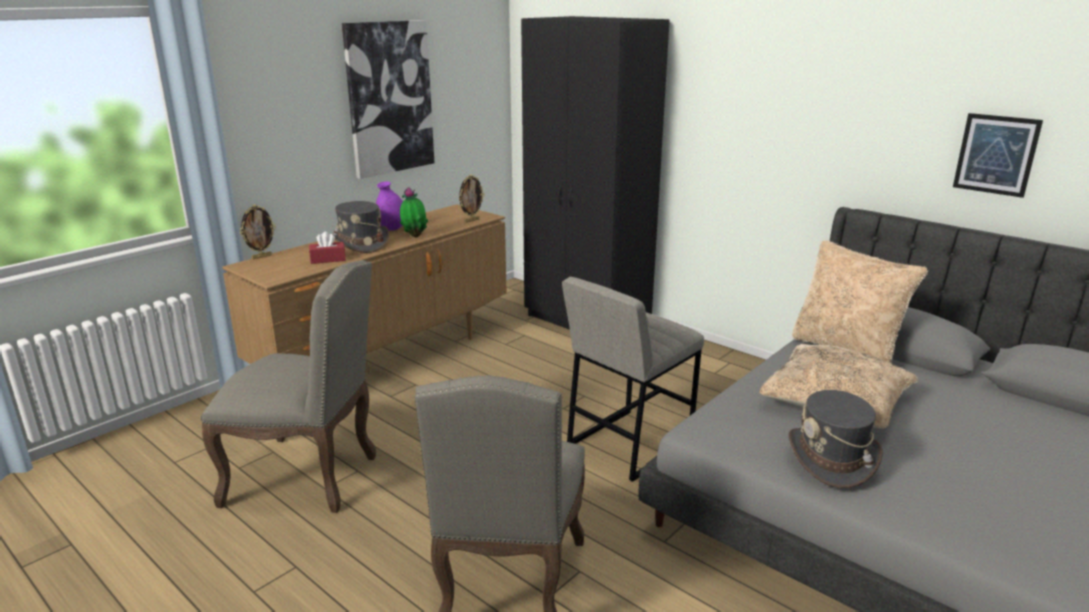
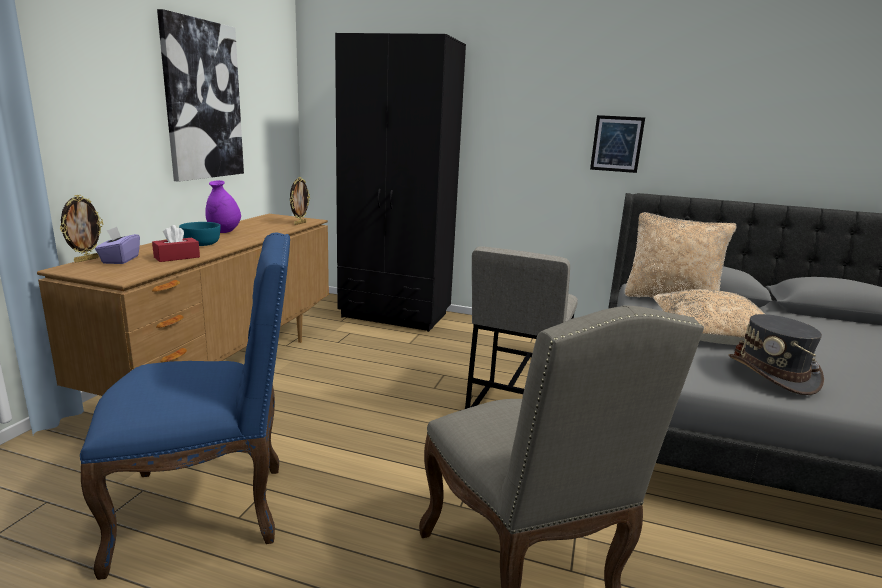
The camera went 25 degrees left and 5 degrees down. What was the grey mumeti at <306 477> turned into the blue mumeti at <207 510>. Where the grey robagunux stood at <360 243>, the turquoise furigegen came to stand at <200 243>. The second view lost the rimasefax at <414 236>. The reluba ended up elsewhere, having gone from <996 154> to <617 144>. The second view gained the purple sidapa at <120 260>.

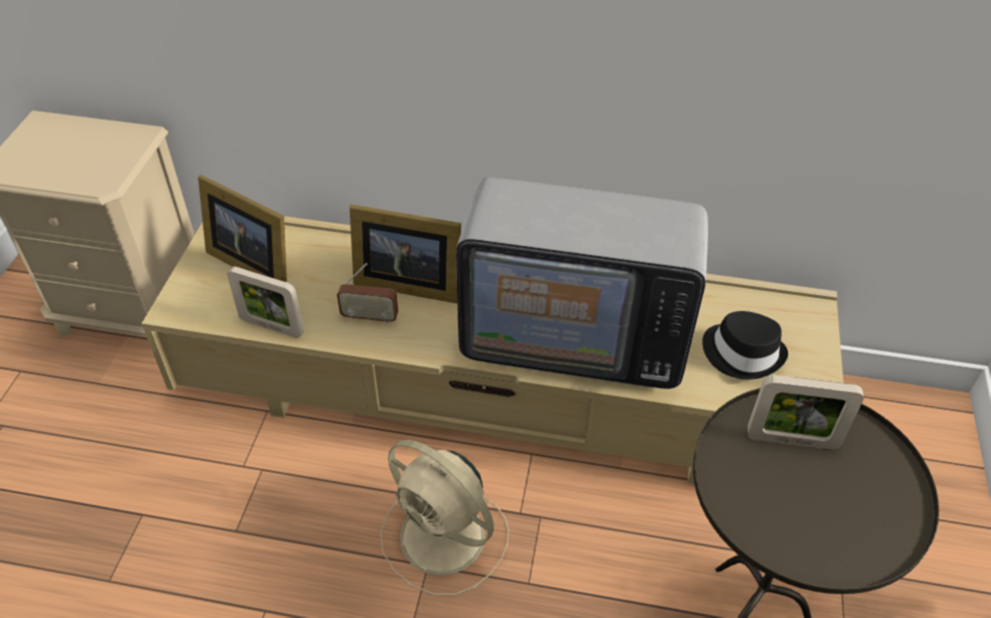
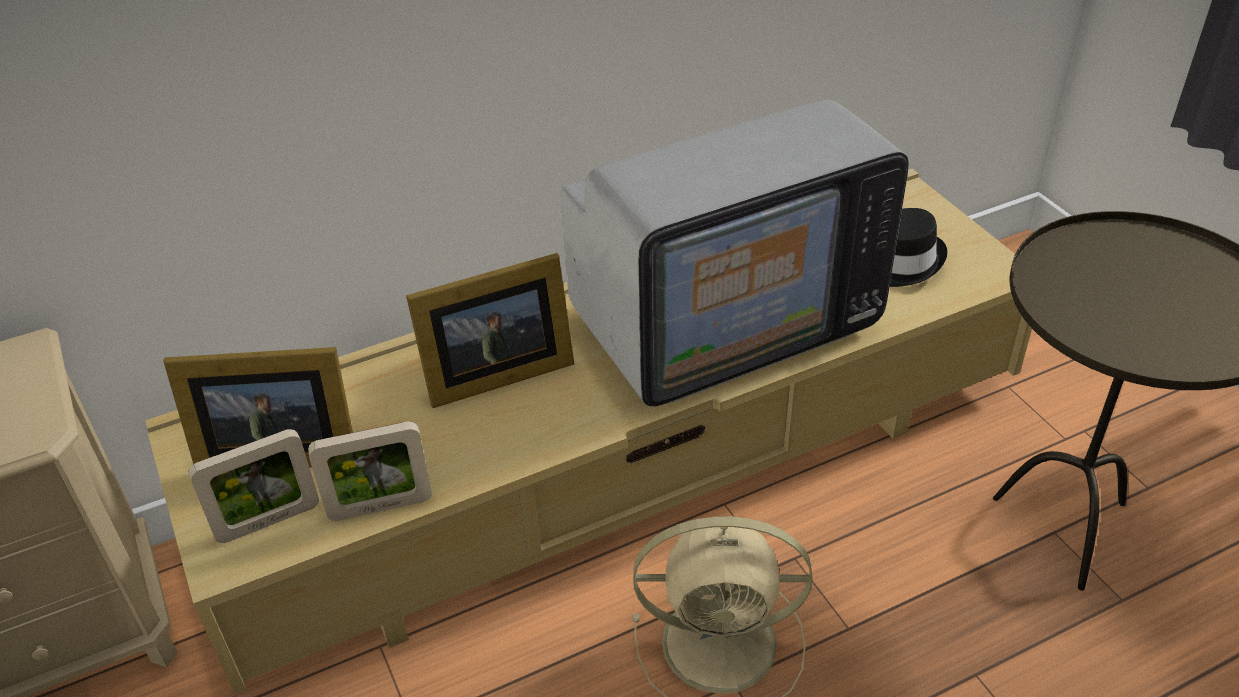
The camera went 35 degrees left and 5 degrees down. The second view lost the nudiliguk at <370 317>. The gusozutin ended up elsewhere, having gone from <792 440> to <268 521>.

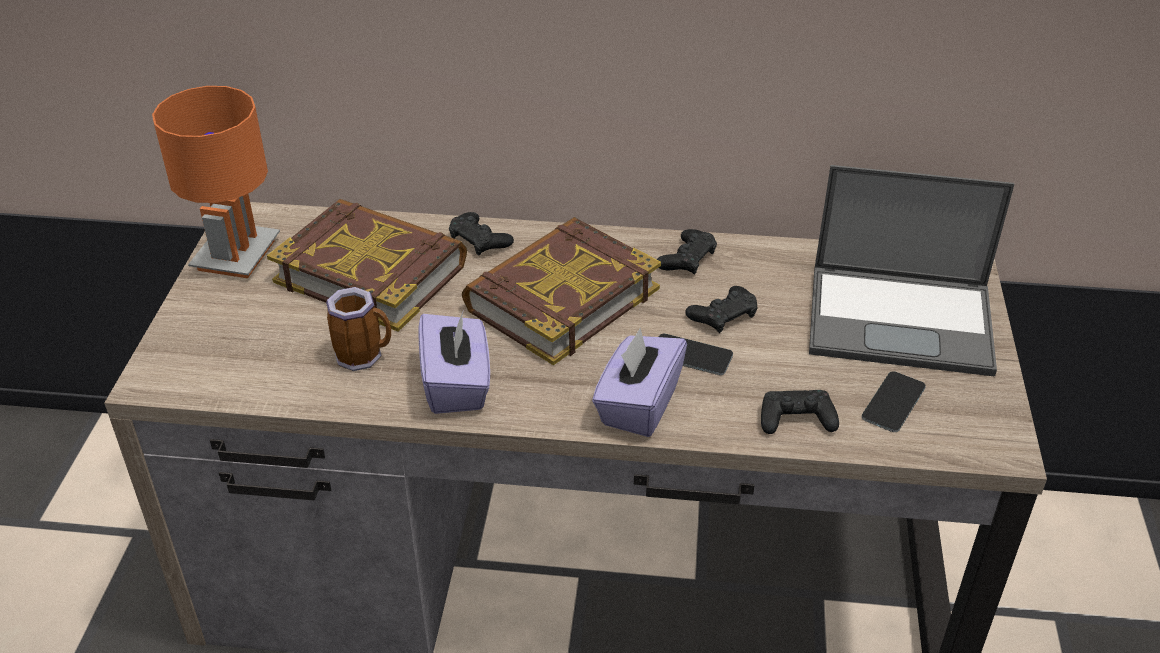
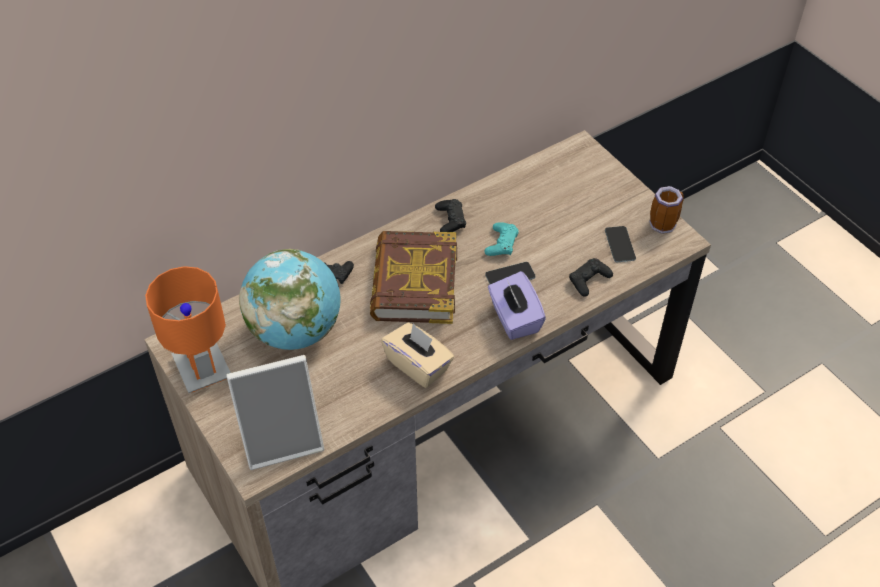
The camera went 40 degrees left and 10 degrees up. Where the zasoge stood at <371 273>, the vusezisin came to stand at <295 330>. The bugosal ended up elsewhere, having gone from <363 355> to <664 222>. What was the purple sidapa at <457 385> turned into the beige sidapa at <418 365>. What was the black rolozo at <723 315> turned into the turquoise rolozo at <501 243>. The second view lost the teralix at <902 319>. The second view gained the gusozutin at <282 438>.

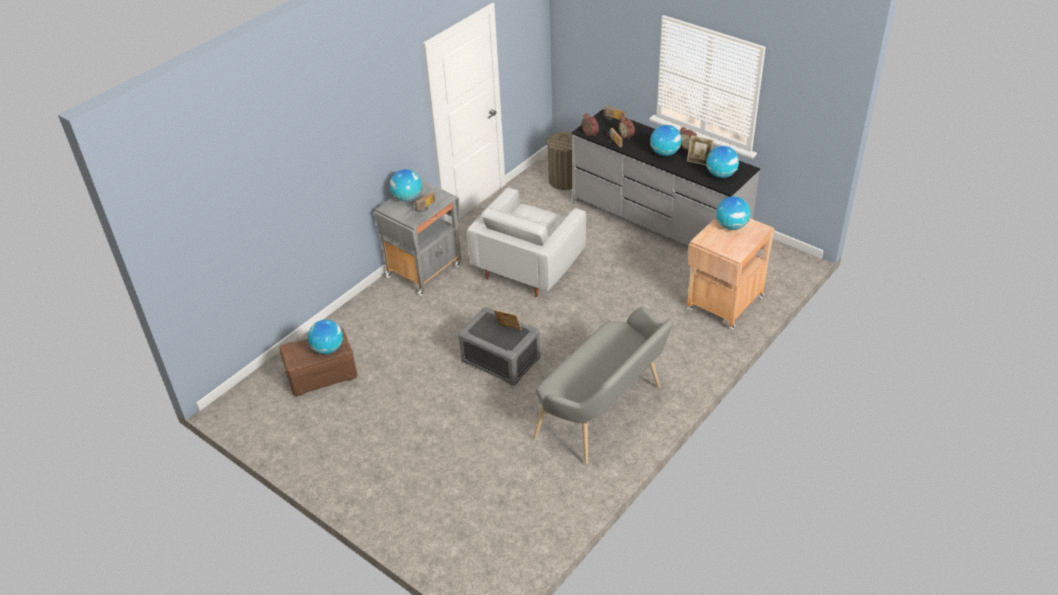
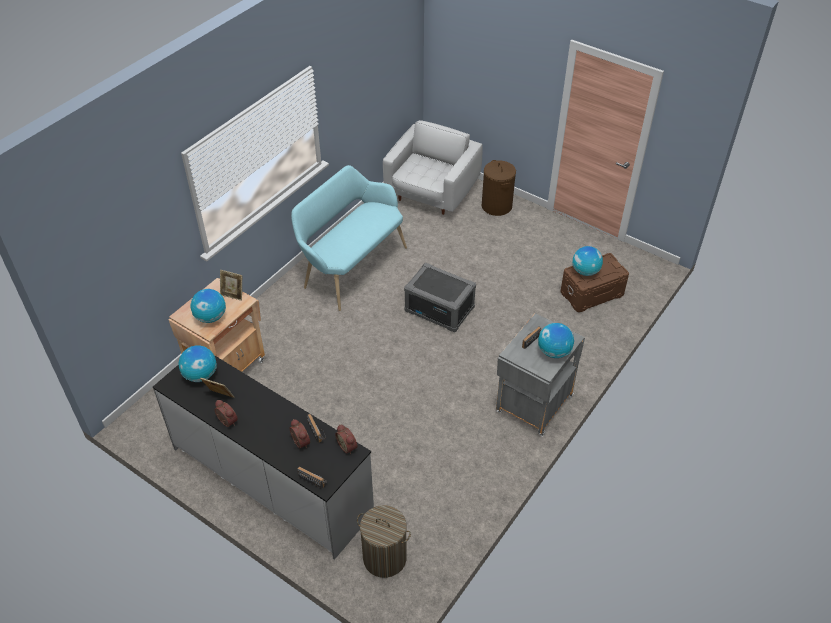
The camera went 175 degrees right and 5 degrees up. The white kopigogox ended up elsewhere, having gone from <529 265> to <432 193>. The gusozutin ended up elsewhere, having gone from <508 329> to <233 294>. What was the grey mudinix at <604 414> turned into the turquoise mudinix at <351 266>. The second view lost the vusezisin at <665 153>. The second view gained the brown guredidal at <497 206>.

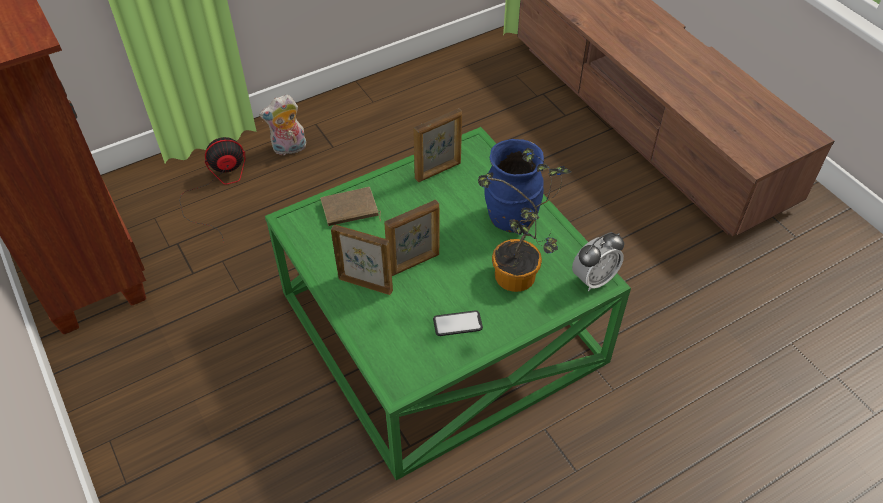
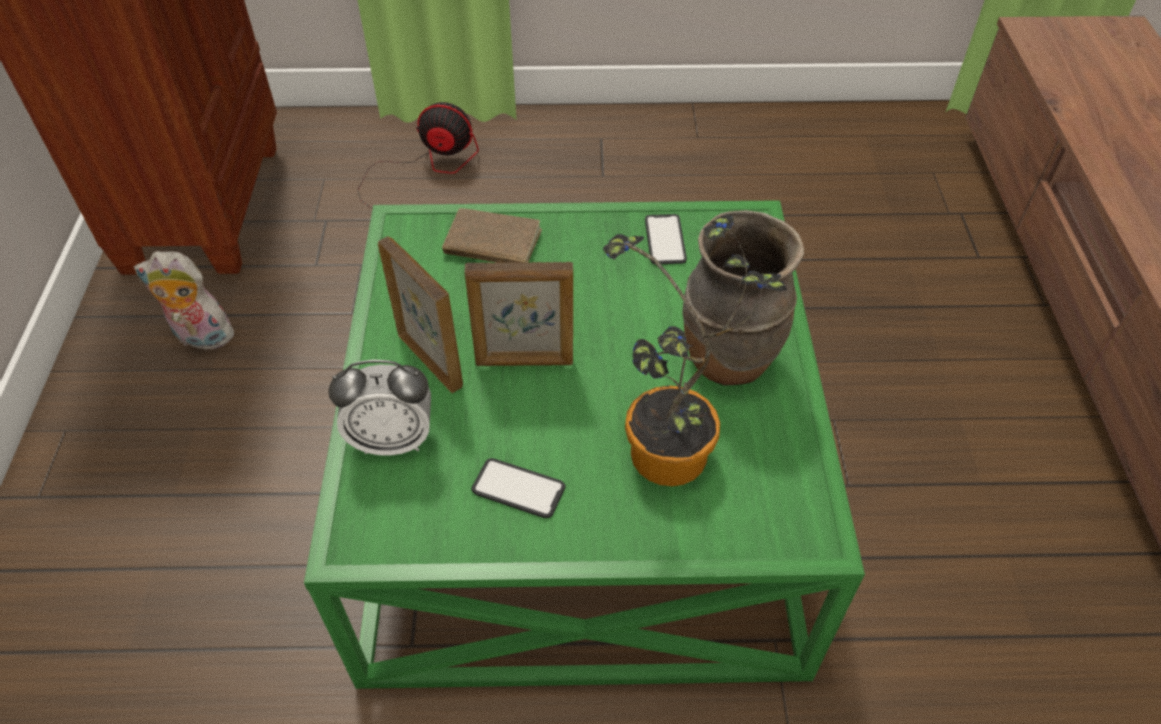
The camera went 30 degrees right and 0 degrees up. The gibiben ended up elsewhere, having gone from <289 149> to <200 338>. Where the gusozutin stood at <438 171>, the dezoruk came to stand at <665 240>. What was the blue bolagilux at <510 218> turned into the brown bolagilux at <727 358>. The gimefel ended up elsewhere, having gone from <594 279> to <392 440>.

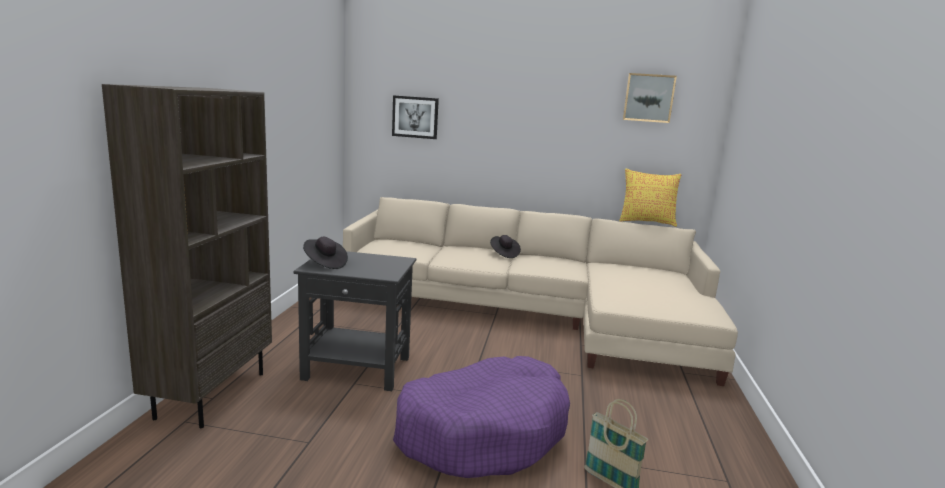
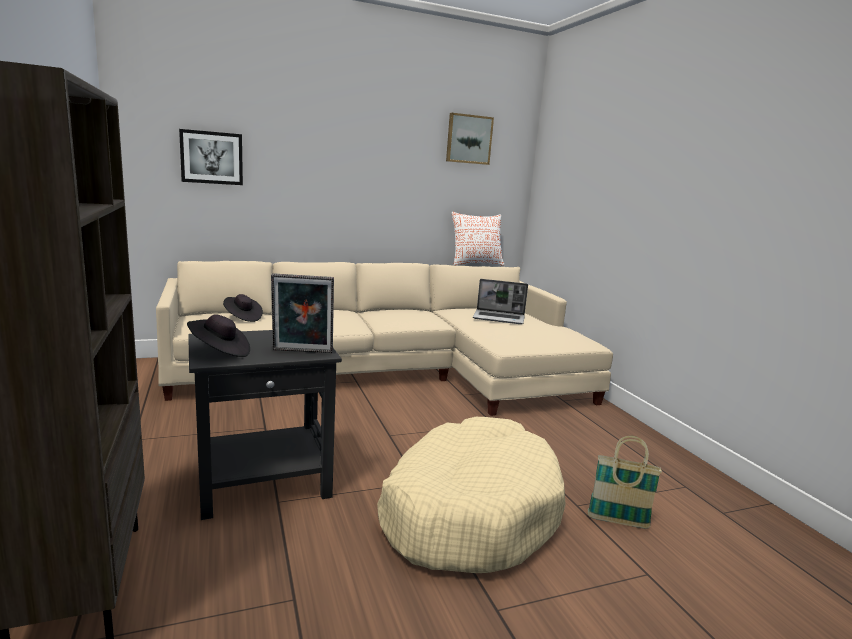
The camera went 30 degrees left and 0 degrees up. What was the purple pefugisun at <482 432> turned into the beige pefugisun at <469 511>. The black robagunux ended up elsewhere, having gone from <504 254> to <242 317>. What was the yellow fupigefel at <646 222> turned into the white fupigefel at <476 264>. The second view gained the gusozutin at <302 352>. The second view gained the teralix at <499 318>.

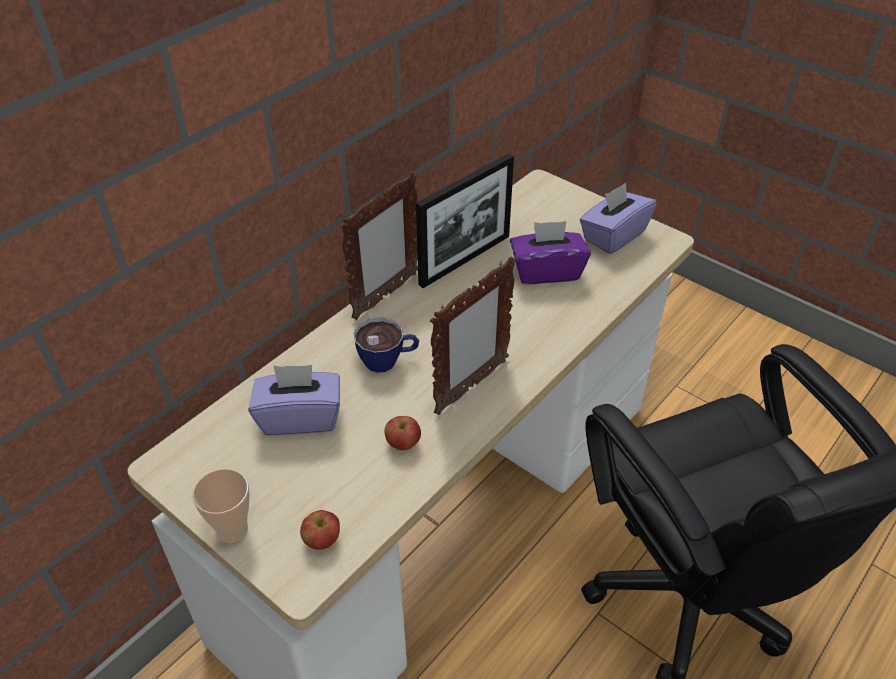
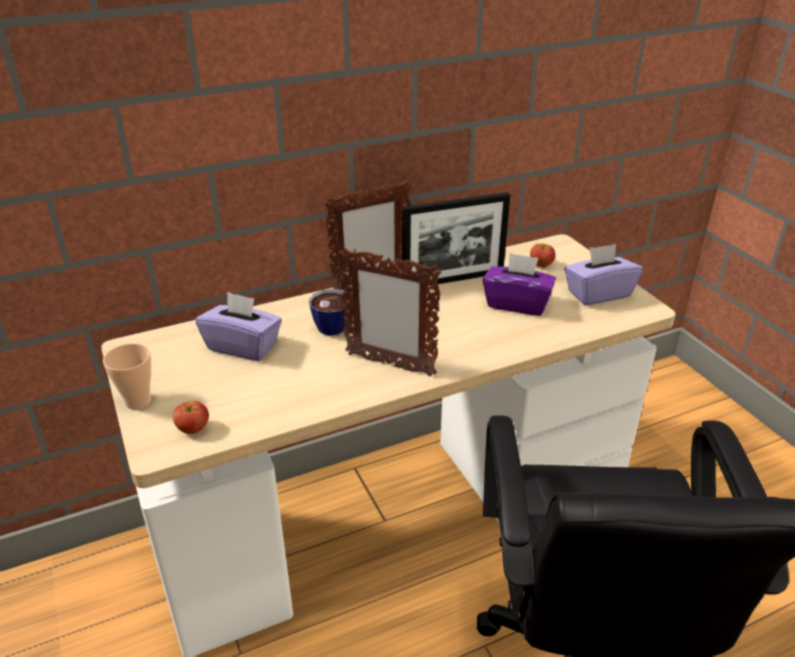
The camera went 25 degrees right and 10 degrees down. The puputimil ended up elsewhere, having gone from <403 443> to <541 265>. The gusozutin at <471 387> ended up facing another way, 45 degrees clockwise from before.

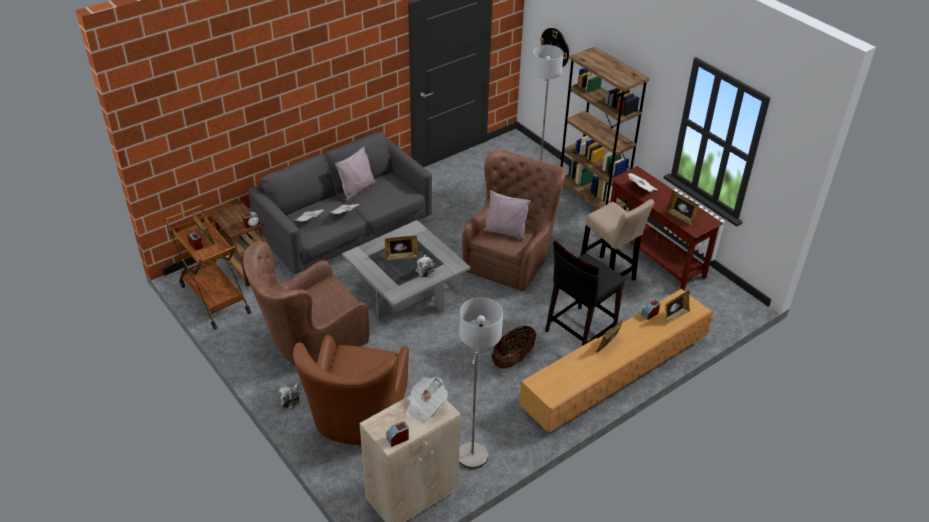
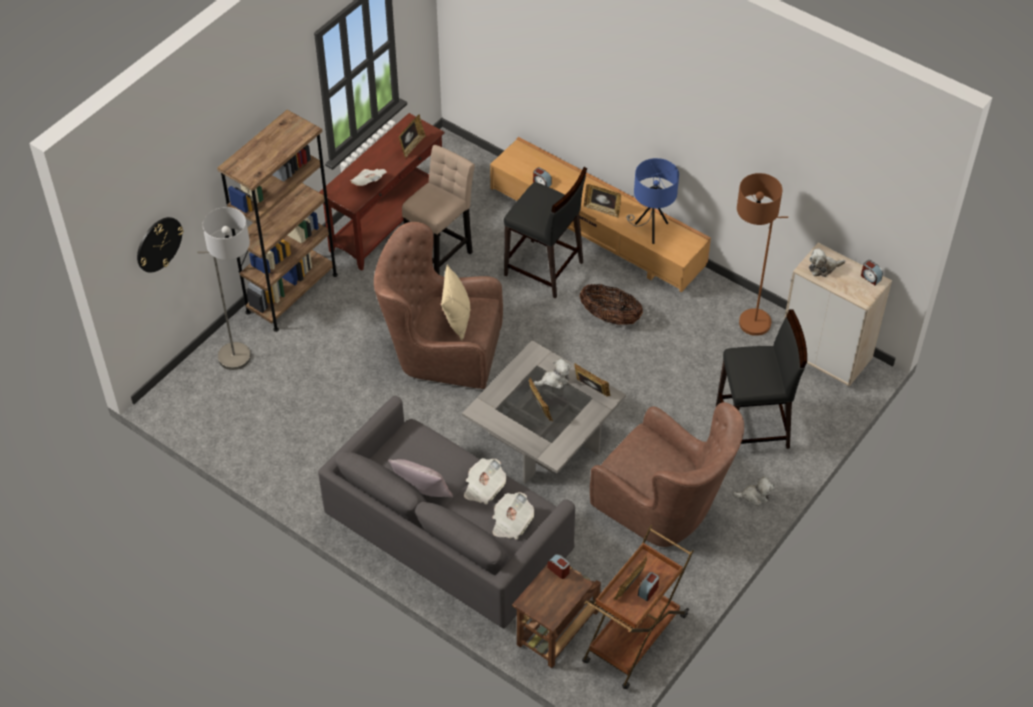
The camera went 105 degrees left and 10 degrees up. Where the brown kopigogox stood at <358 419>, the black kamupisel came to stand at <753 427>. Where the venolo stood at <425 406>, the gibiben came to stand at <823 268>. What was the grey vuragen at <474 449> turned into the brown vuragen at <745 323>. What was the purple fupigefel at <505 232> turned into the beige fupigefel at <457 319>. The gusozutin ended up elsewhere, having gone from <675 316> to <591 390>. The second view gained the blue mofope at <650 229>.

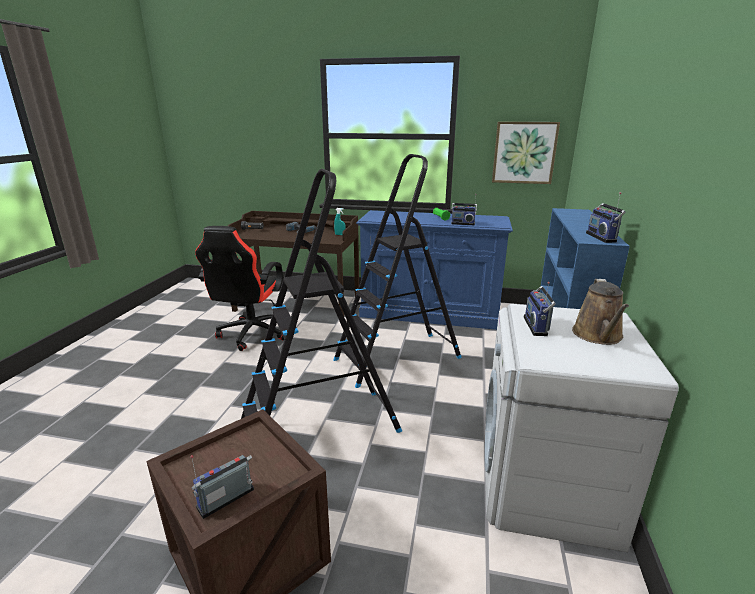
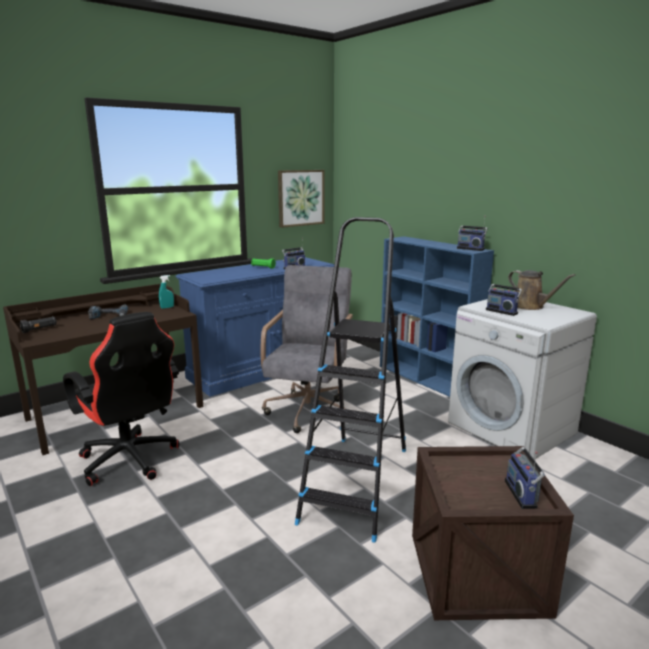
The camera went 50 degrees left and 5 degrees down. Where the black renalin stood at <397 359>, the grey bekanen came to stand at <309 410>.

